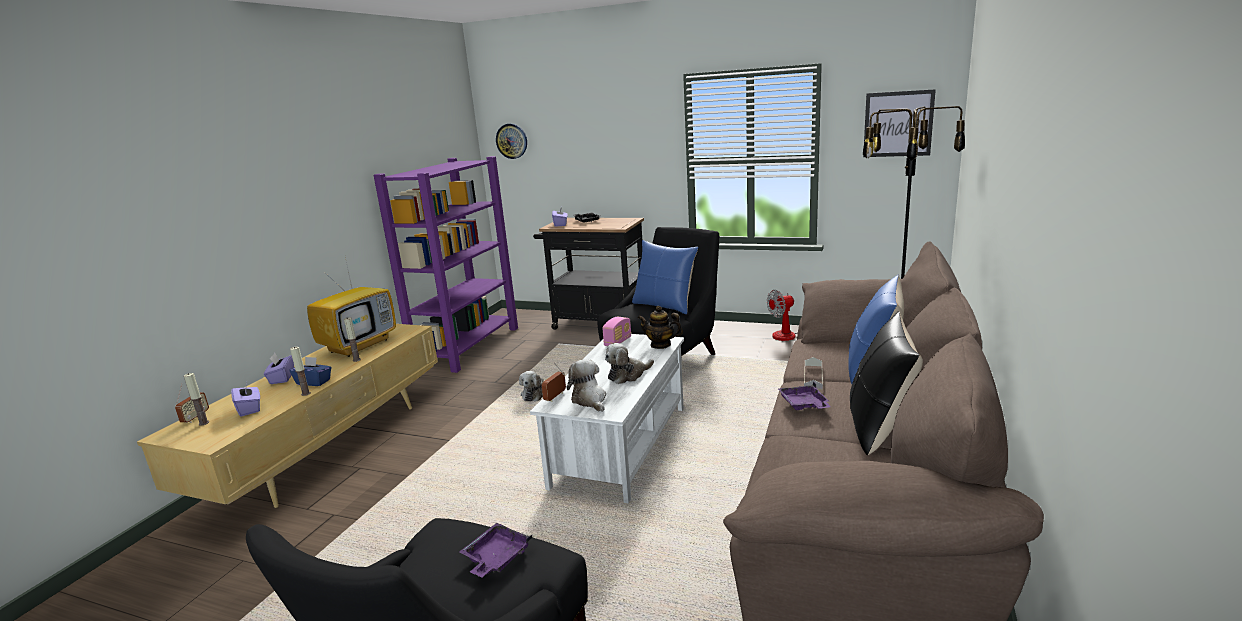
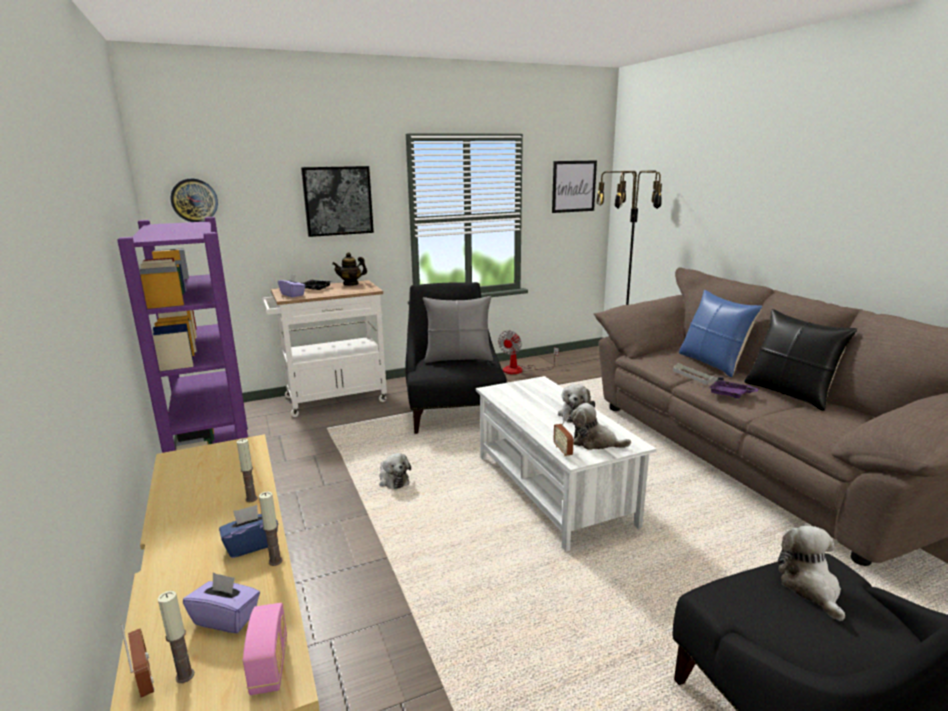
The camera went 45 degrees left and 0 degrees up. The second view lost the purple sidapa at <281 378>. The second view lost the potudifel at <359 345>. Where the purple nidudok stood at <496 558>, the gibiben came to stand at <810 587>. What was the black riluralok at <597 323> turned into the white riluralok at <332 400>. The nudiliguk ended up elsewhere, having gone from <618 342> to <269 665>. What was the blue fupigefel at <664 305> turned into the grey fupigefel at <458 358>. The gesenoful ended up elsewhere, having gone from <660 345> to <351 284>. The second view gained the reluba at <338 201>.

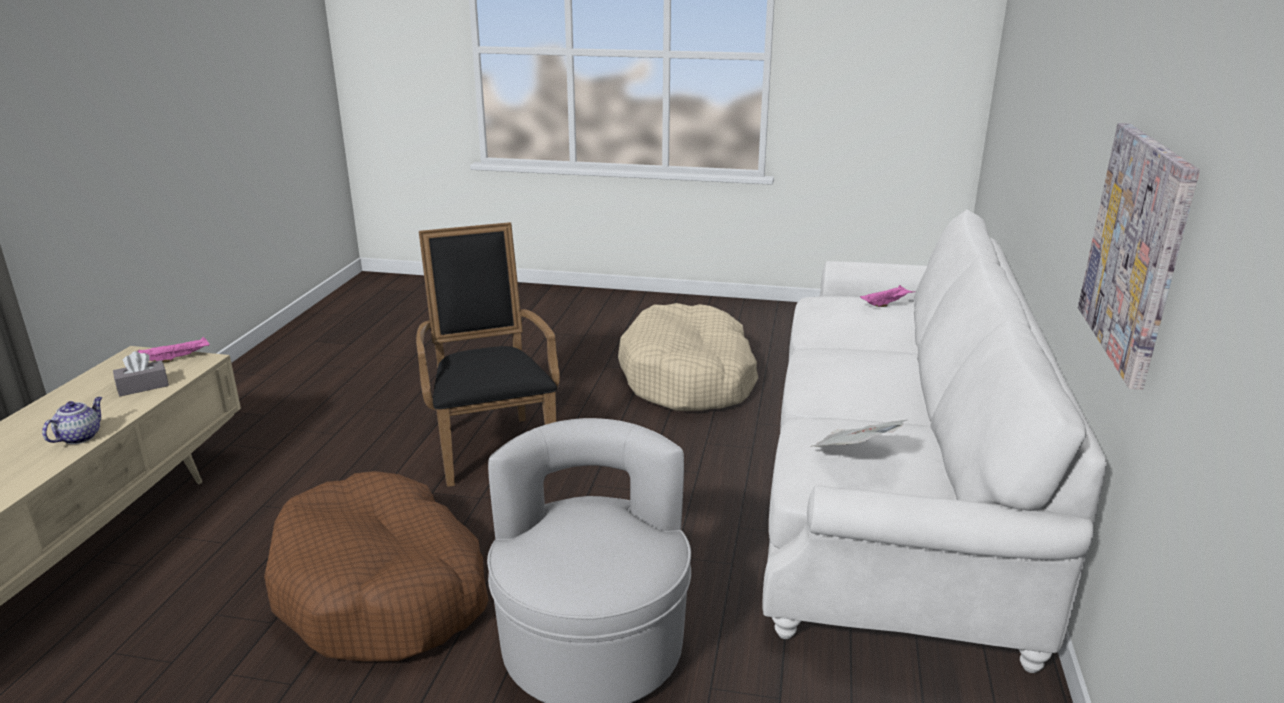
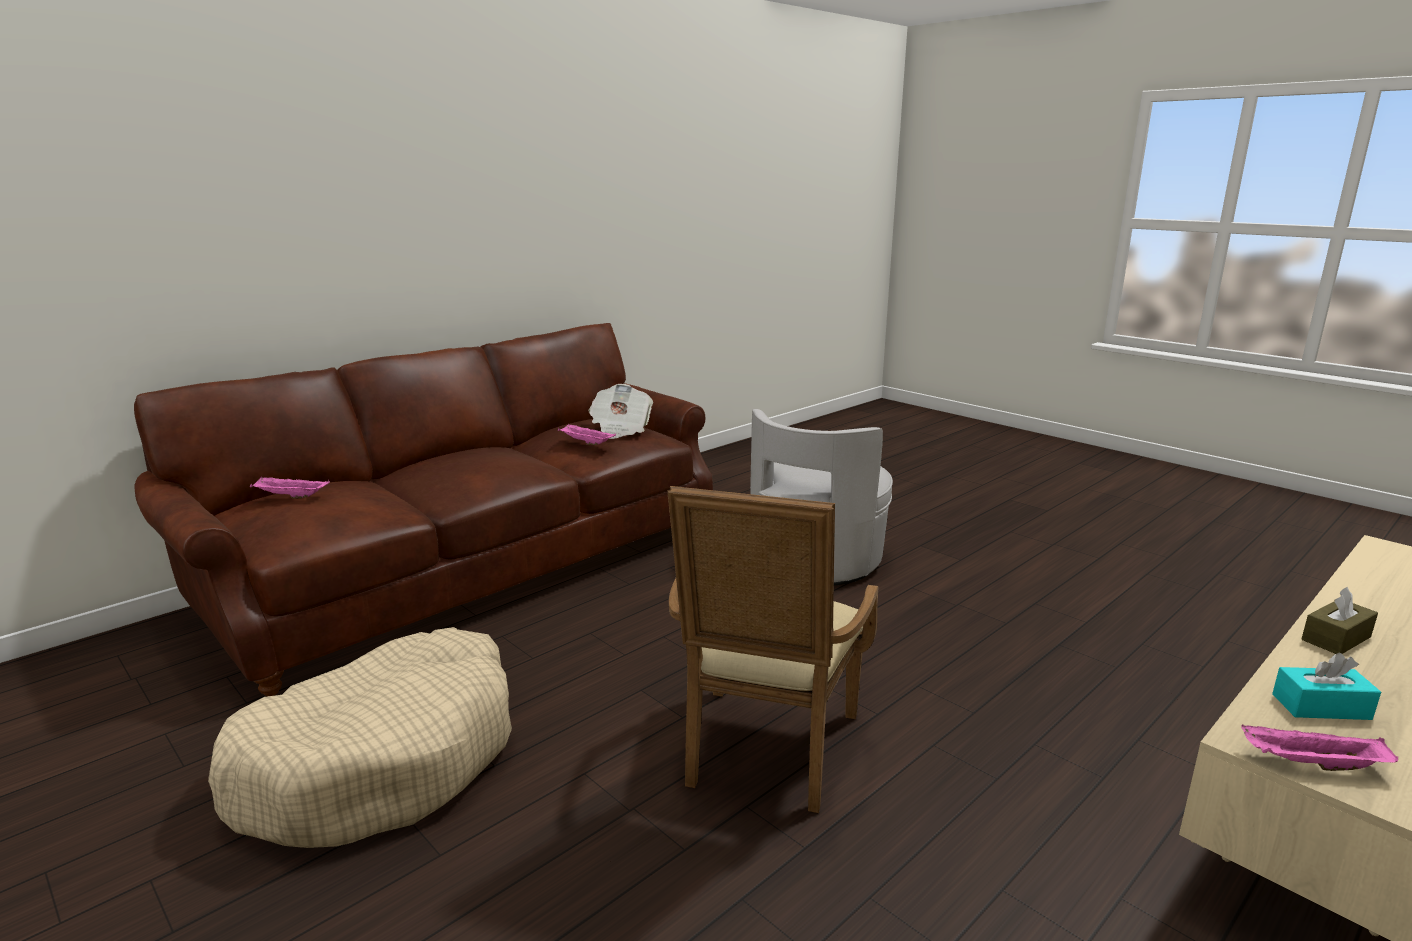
The camera went 145 degrees left and 5 degrees down. Where the gesenoful stood at <80 437>, the brown sidapa came to stand at <1336 638>. What was the grey sidapa at <143 386> turned into the turquoise sidapa at <1321 707>. The second view lost the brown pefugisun at <382 590>. What was the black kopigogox at <492 444> turned into the beige kopigogox at <765 755>. What was the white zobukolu at <890 486> turned into the brown zobukolu at <471 569>. The second view lost the reluba at <1136 249>. The second view gained the pink nidudok at <585 443>.

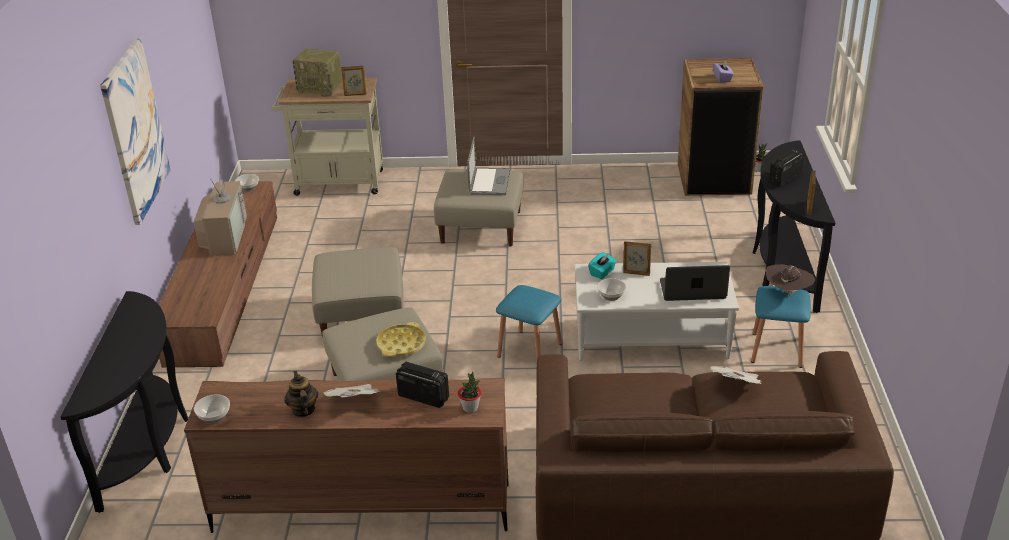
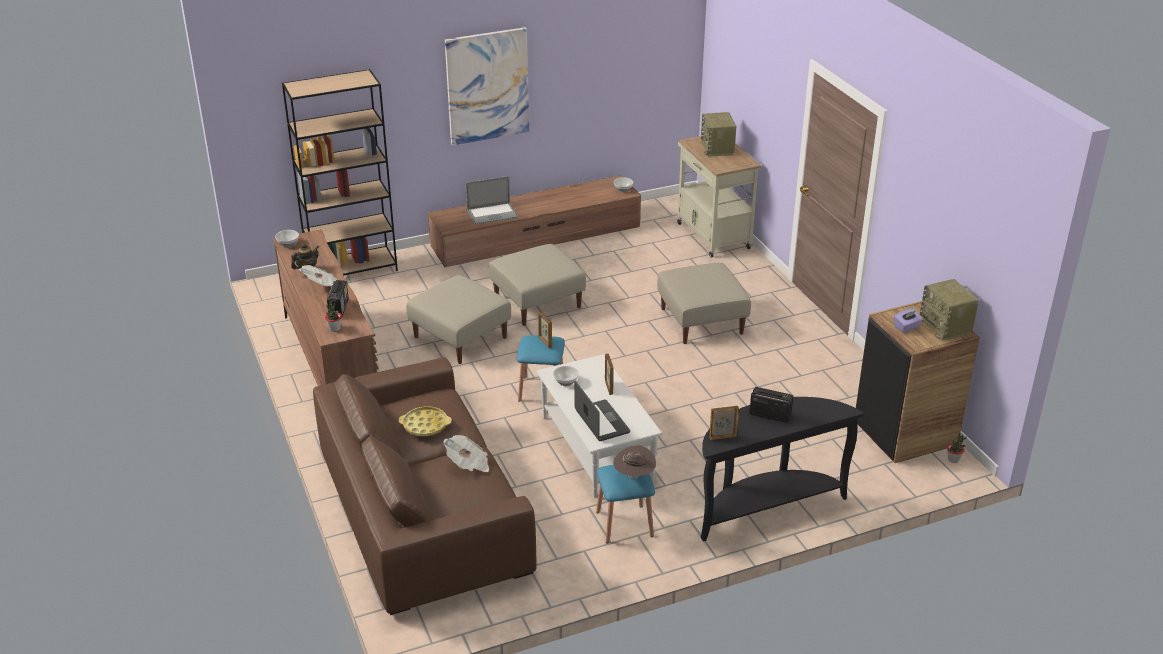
The camera went 65 degrees right and 0 degrees up. Where the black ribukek stood at <149 445>, the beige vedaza came to stand at <352 269>. The second view lost the potudifel at <224 235>. The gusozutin ended up elsewhere, having gone from <355 94> to <545 342>. The yellow nidudok ended up elsewhere, having gone from <401 344> to <425 425>. The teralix ended up elsewhere, having gone from <489 182> to <492 214>. The second view lost the turquoise sidapa at <602 272>. The second view gained the nudiliguk at <946 327>.

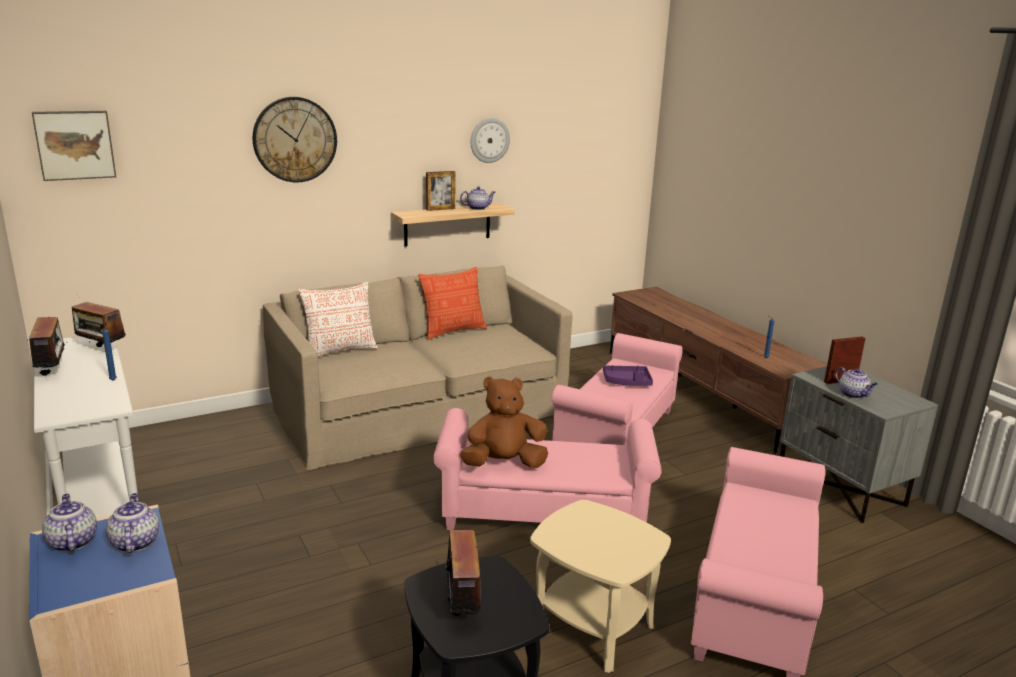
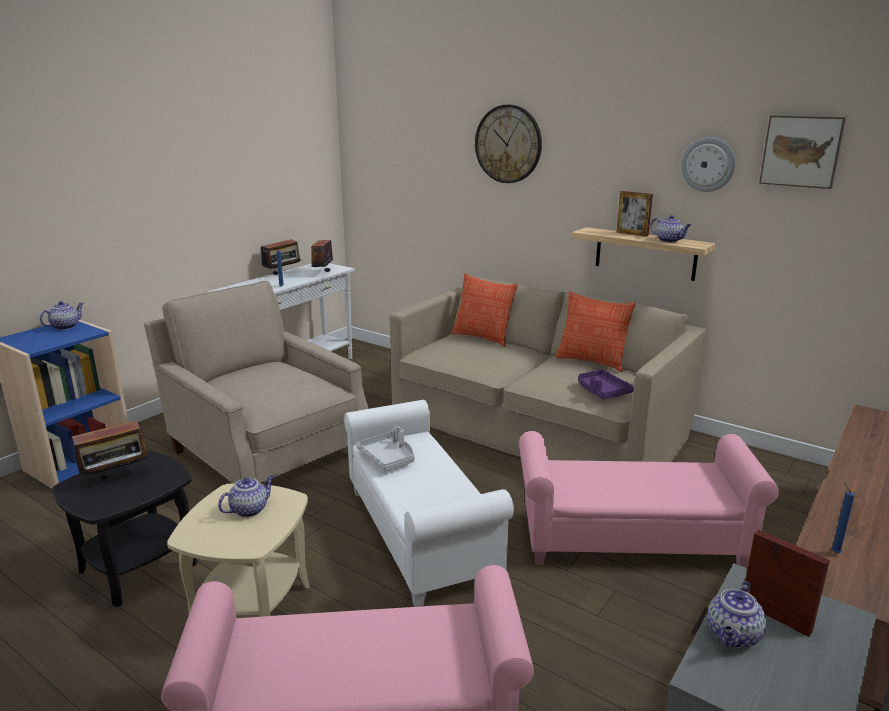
The camera went 65 degrees right and 0 degrees up. The reluba ended up elsewhere, having gone from <75 144> to <801 151>. The gesenoful ended up elsewhere, having gone from <134 542> to <249 509>. What was the white fupigefel at <340 350> turned into the orange fupigefel at <483 338>. What was the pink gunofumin at <543 513> turned into the white gunofumin at <420 534>. Where the brown gibiben stood at <504 464>, the grey nidudok came to stand at <388 458>. The purple nidudok ended up elsewhere, having gone from <627 382> to <602 391>. The second view gained the beige kopigogox at <267 451>.

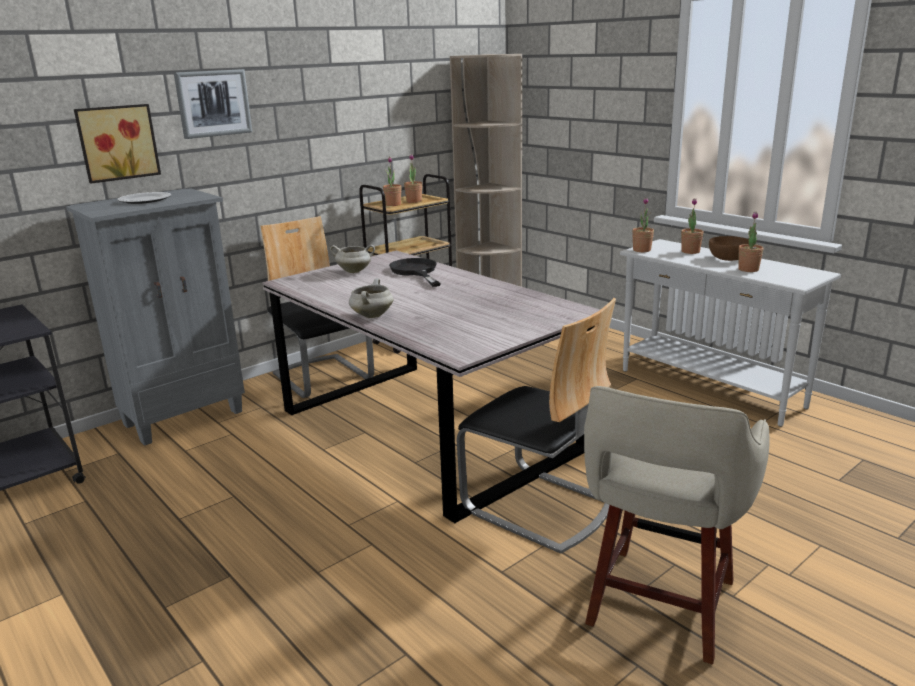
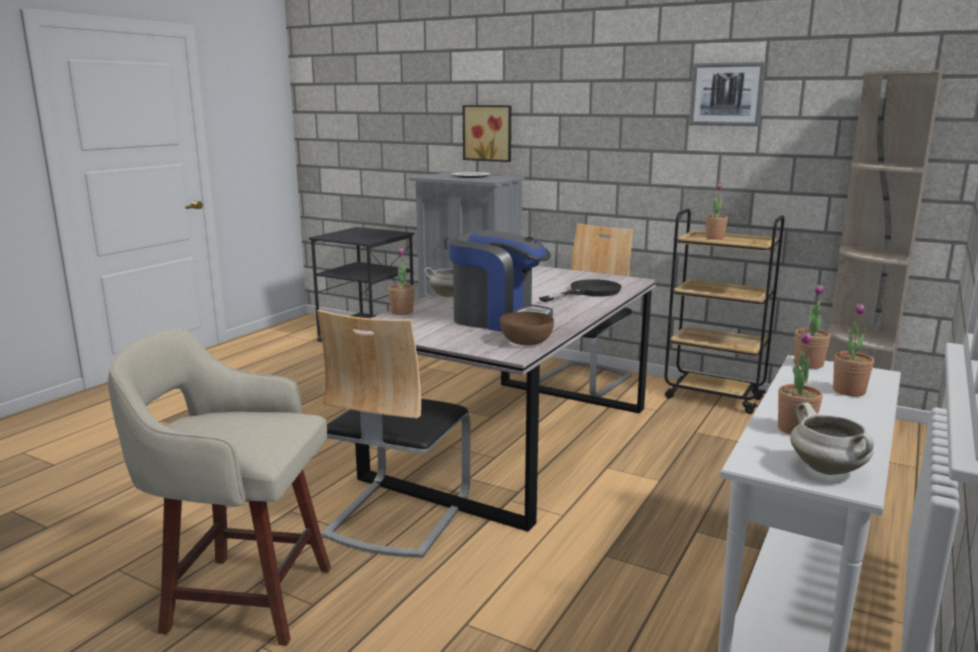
The camera went 70 degrees right and 5 degrees down. The reluba ended up elsewhere, having gone from <213 103> to <726 94>. The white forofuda ended up elsewhere, having gone from <354 271> to <829 470>. The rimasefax ended up elsewhere, having gone from <414 201> to <402 312>. The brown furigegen ended up elsewhere, having gone from <728 258> to <526 342>. The second view gained the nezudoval at <499 319>.

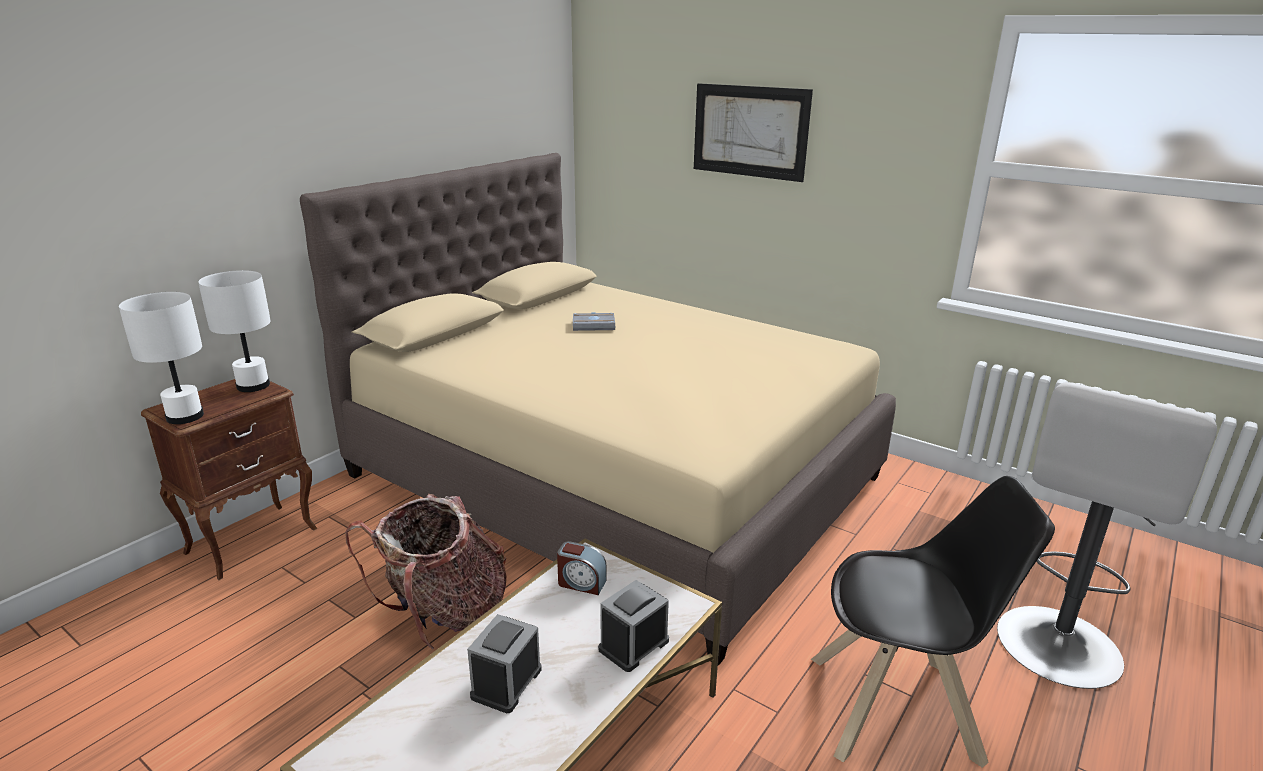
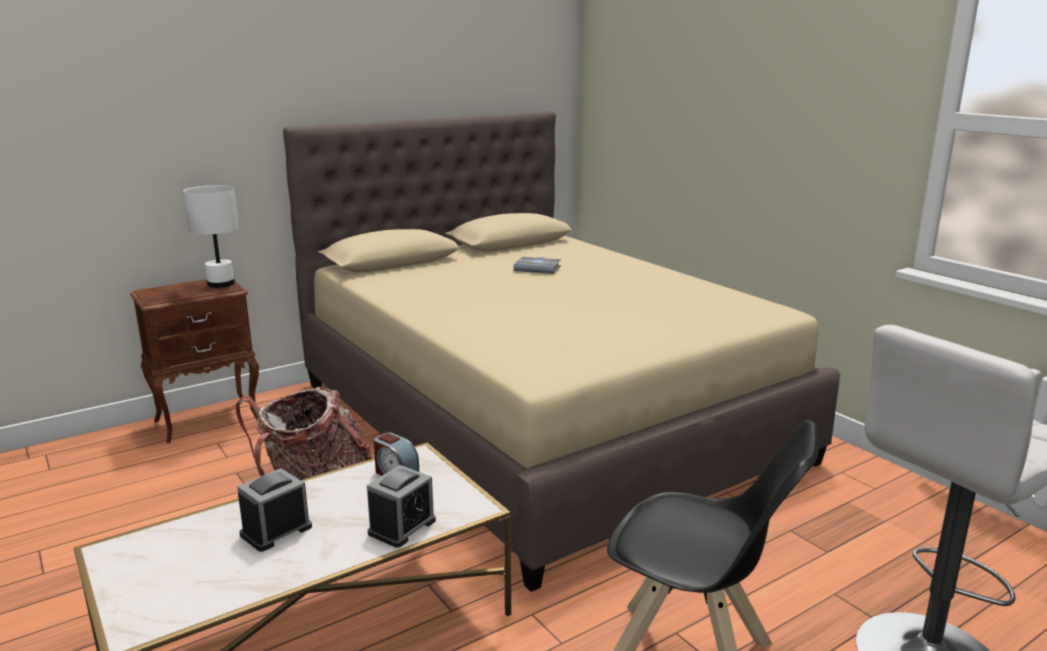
The camera went 20 degrees right and 5 degrees down. The second view lost the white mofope at <184 416>. The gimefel at <633 645> ended up facing another way, 150 degrees clockwise from before. The second view lost the reluba at <749 131>.

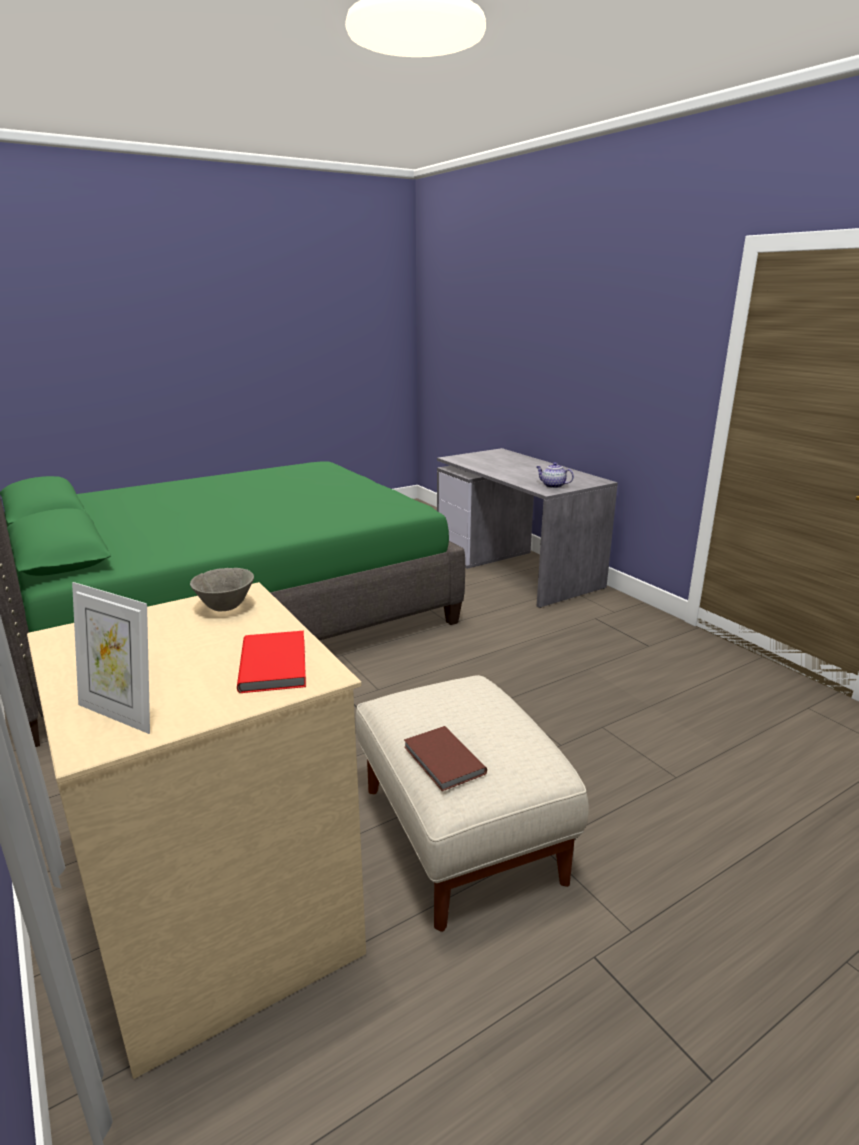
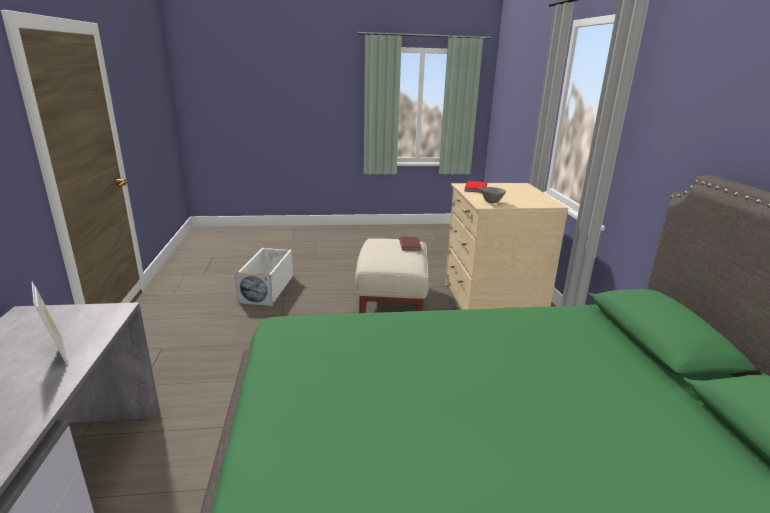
The camera went 155 degrees left and 0 degrees up. The gusozutin ended up elsewhere, having gone from <122 713> to <57 353>. The second view lost the gesenoful at <552 486>. The second view gained the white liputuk at <267 288>.

